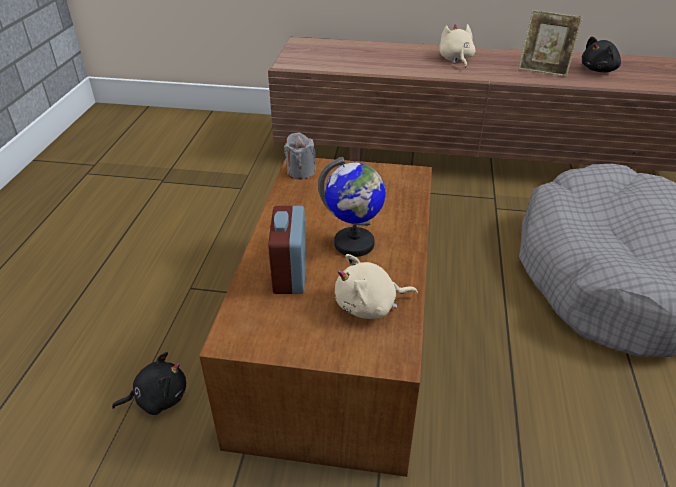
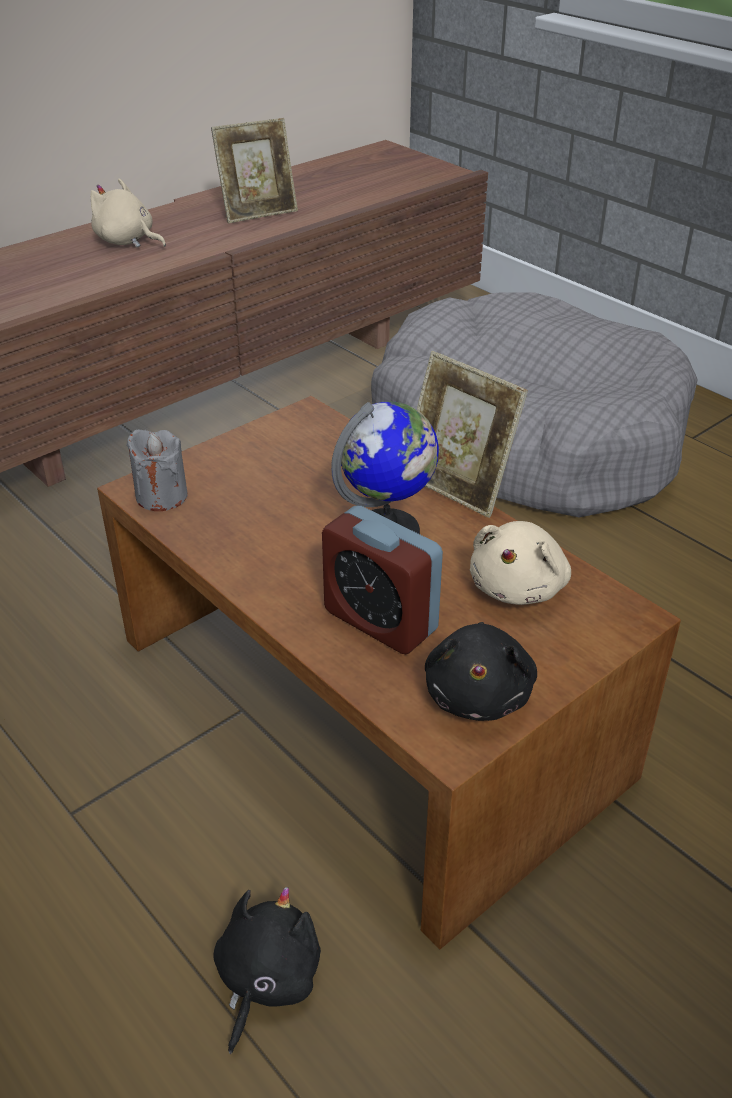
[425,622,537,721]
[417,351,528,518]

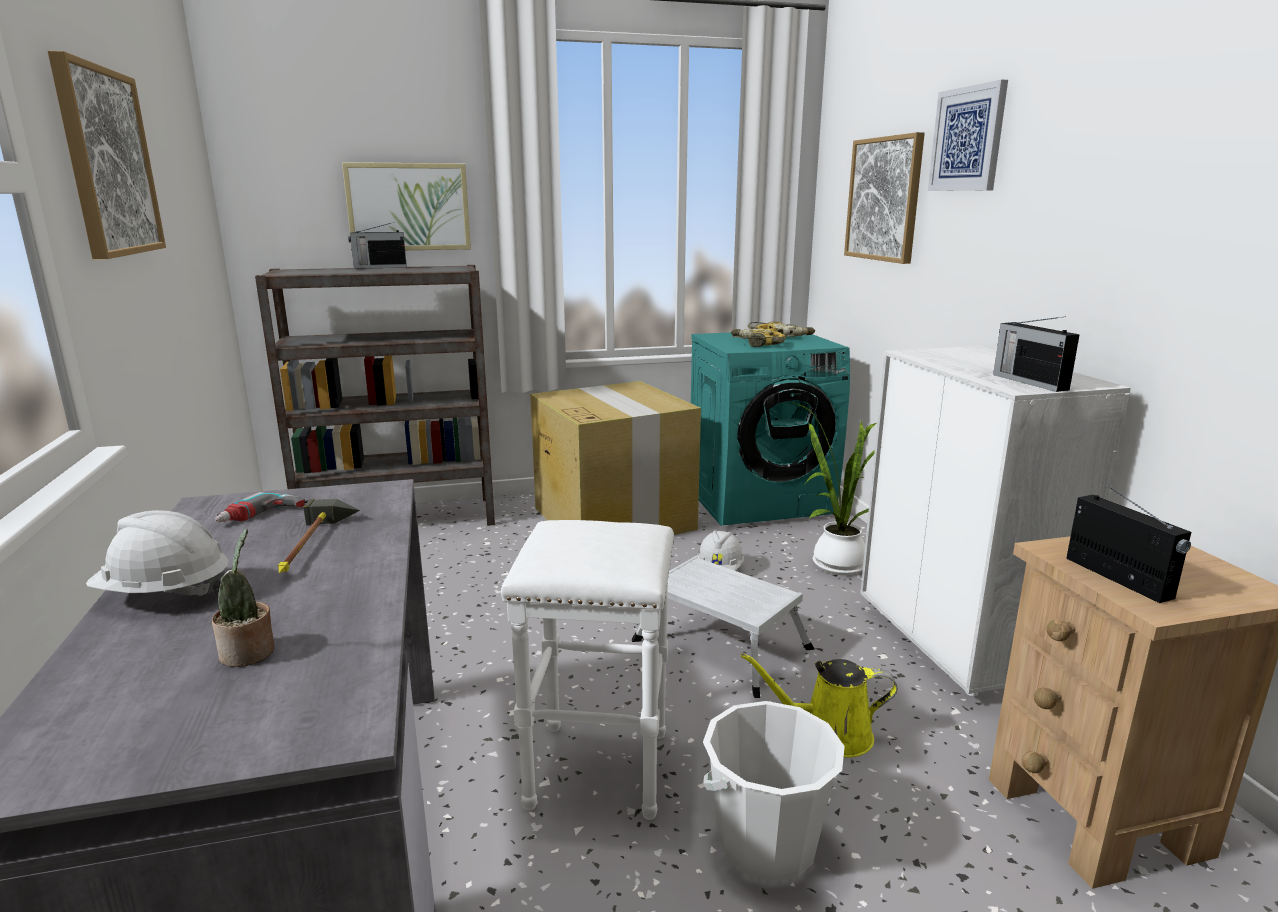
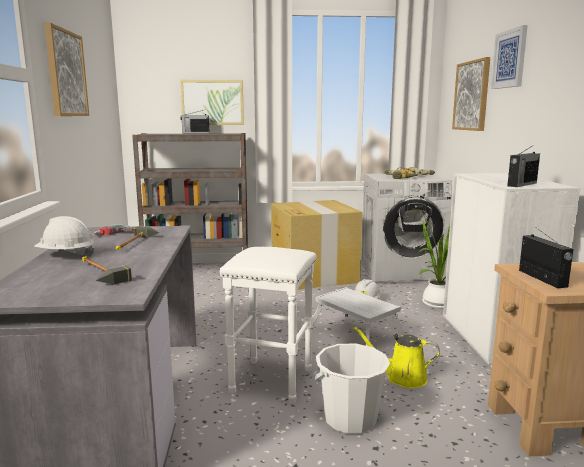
[82,256,132,285]
[361,174,452,282]
[507,145,540,187]

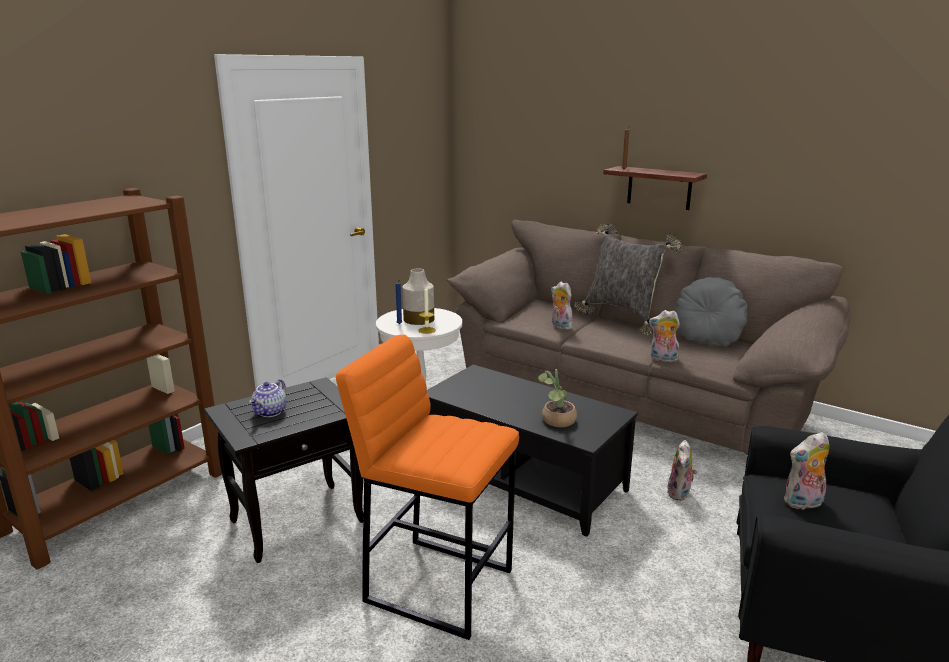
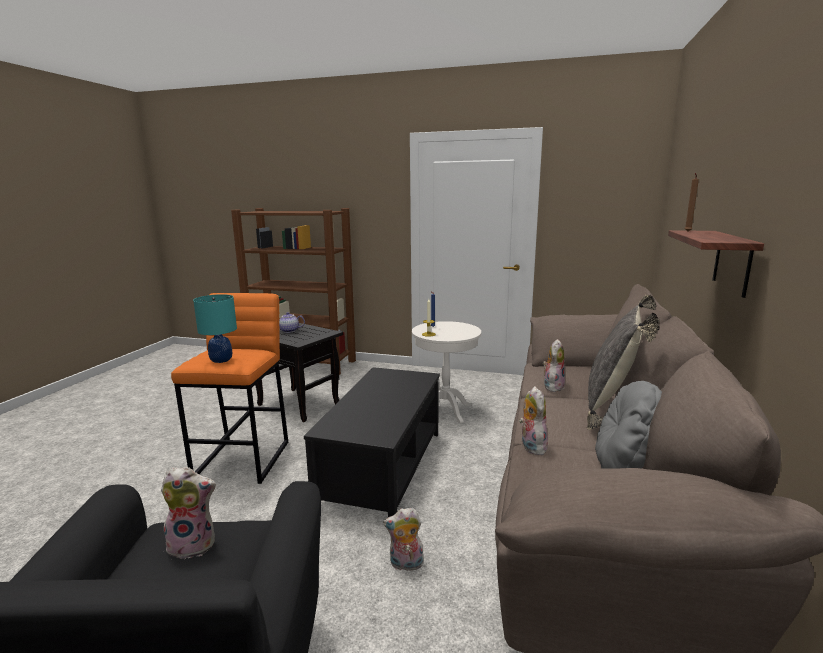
[402,268,434,325] (first image)
[538,369,577,427] (first image)
[161,467,216,559]
[193,294,237,363]

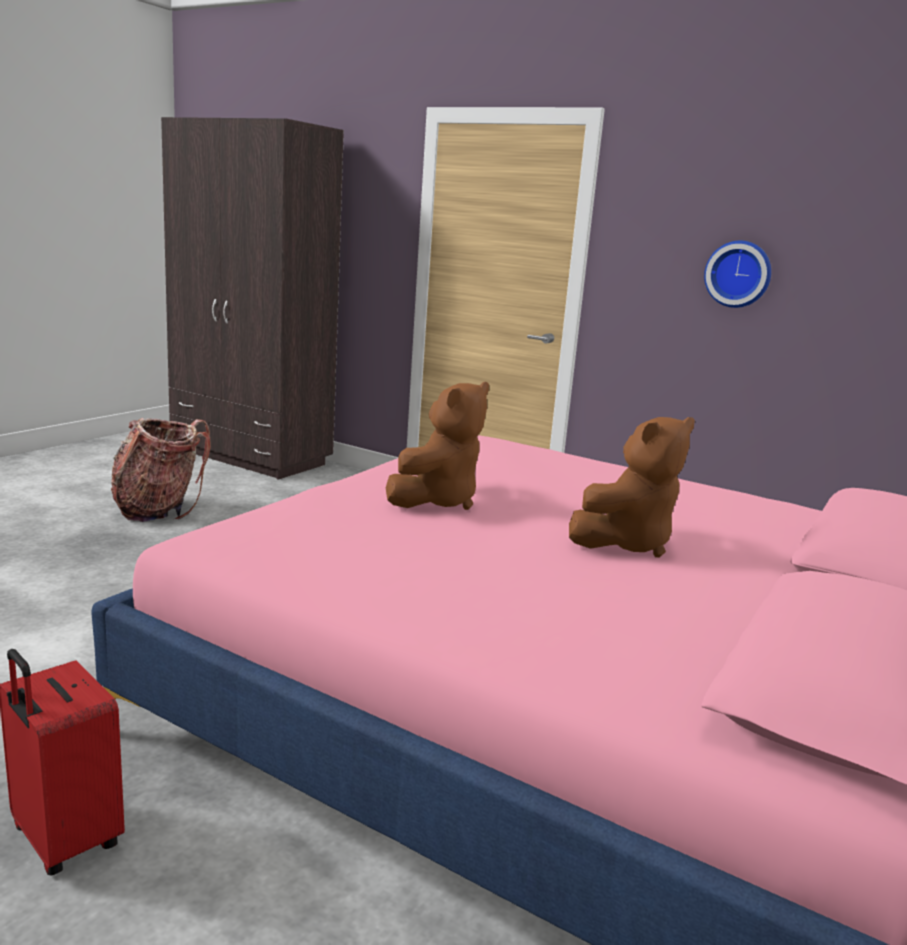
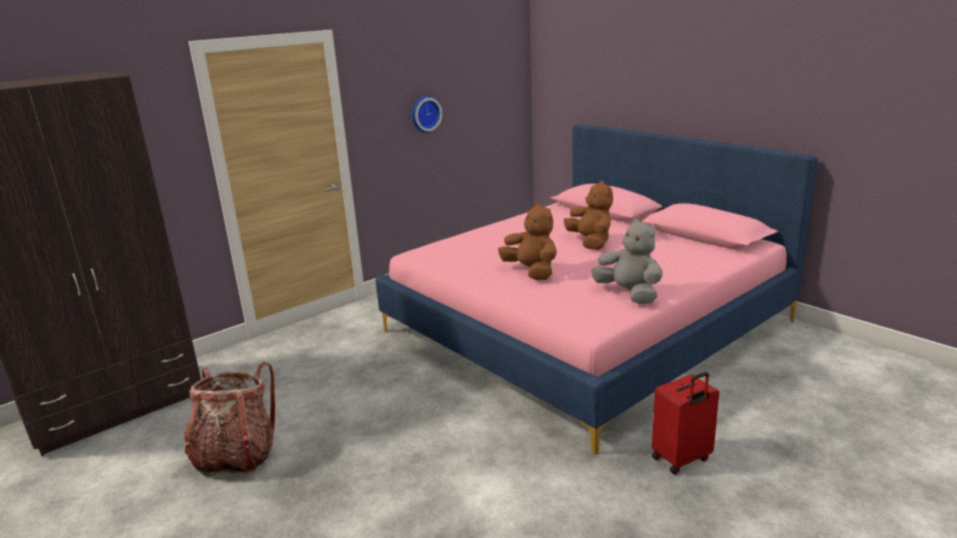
[591,218,663,304]

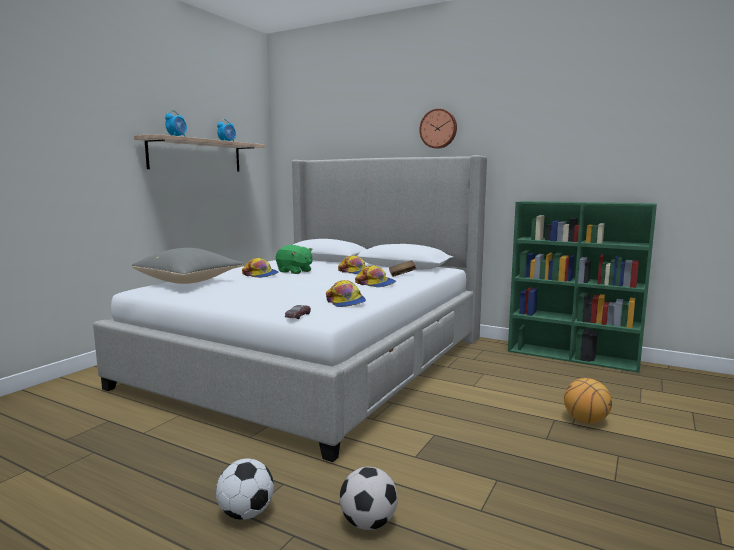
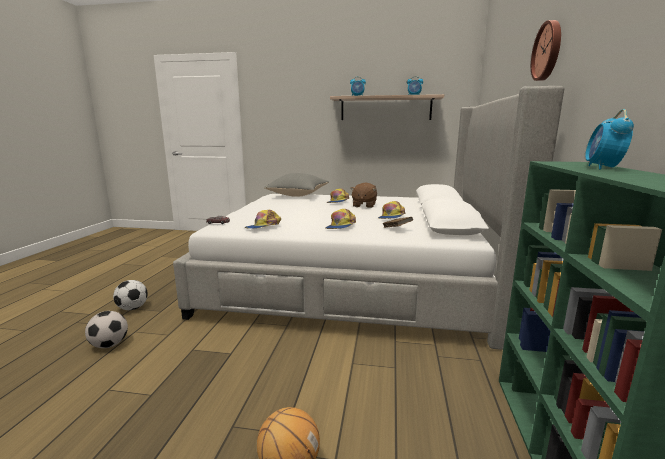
[350,183,377,208]
[585,109,634,170]

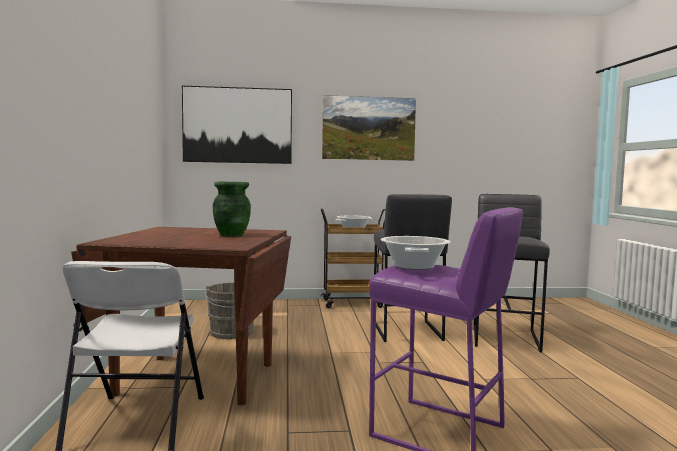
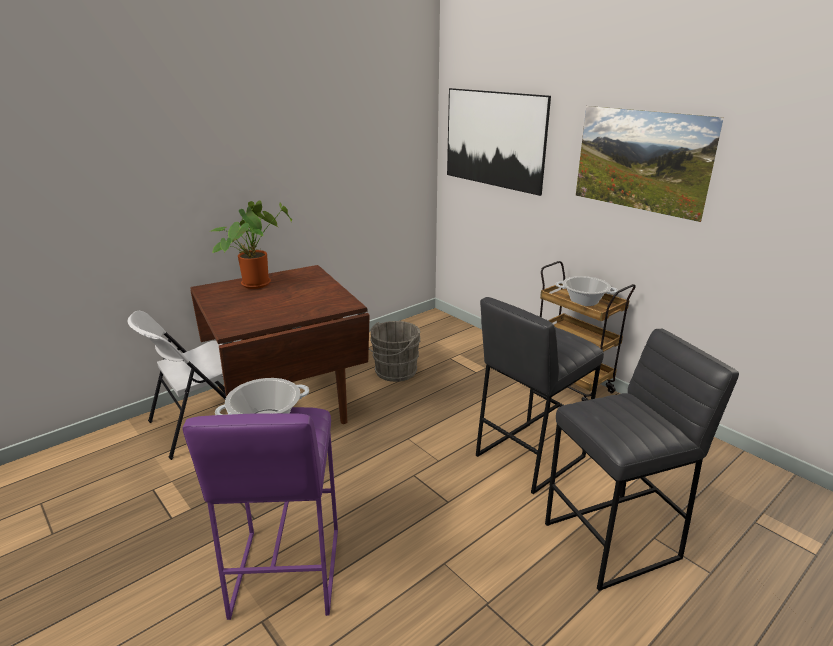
[213,182,251,237] (first image)
[211,200,292,289]

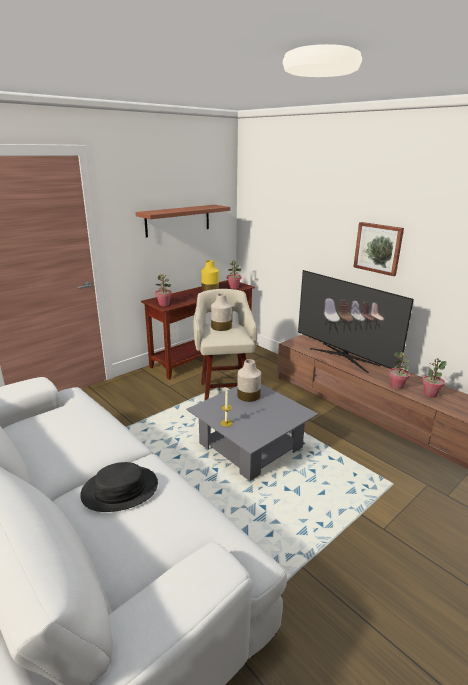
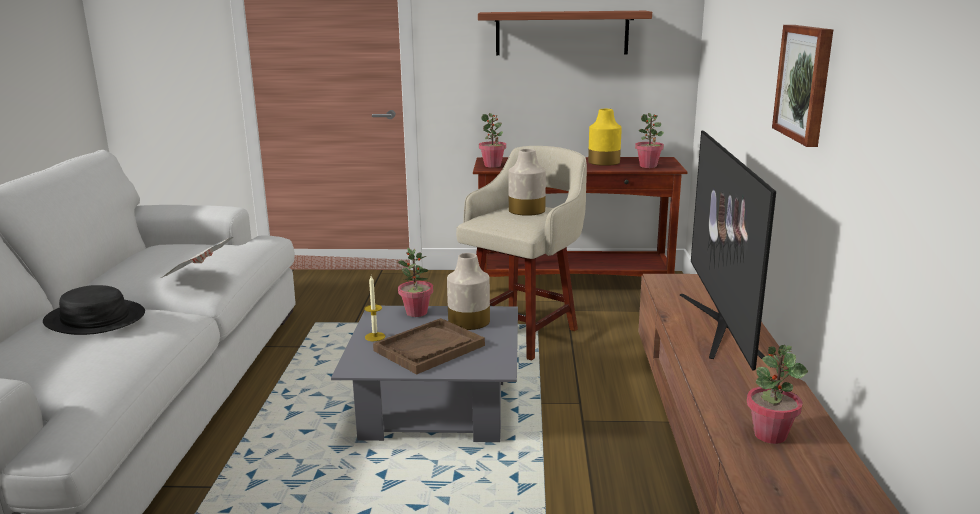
[397,248,433,317]
[161,237,233,278]
[373,318,485,375]

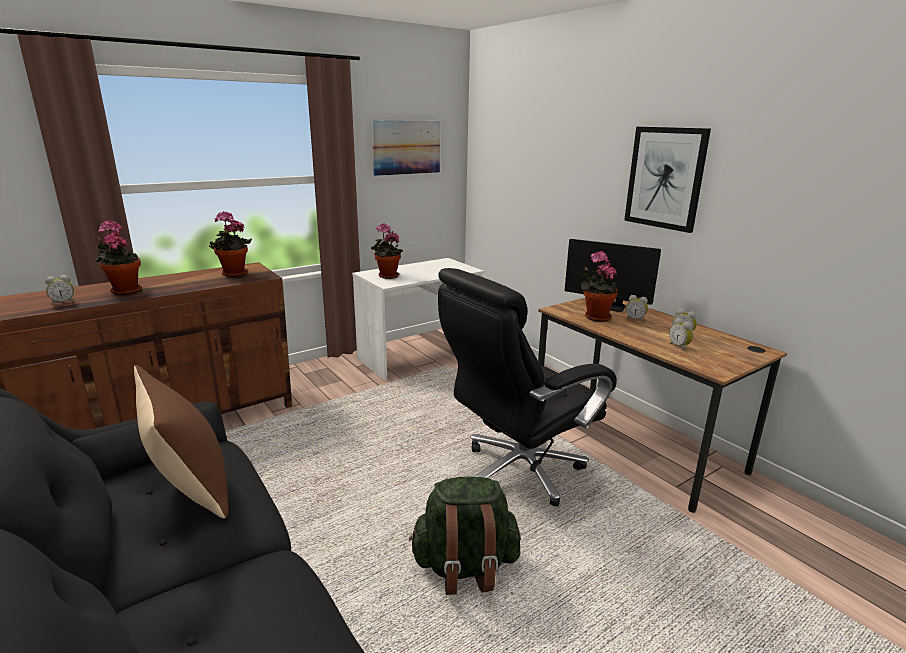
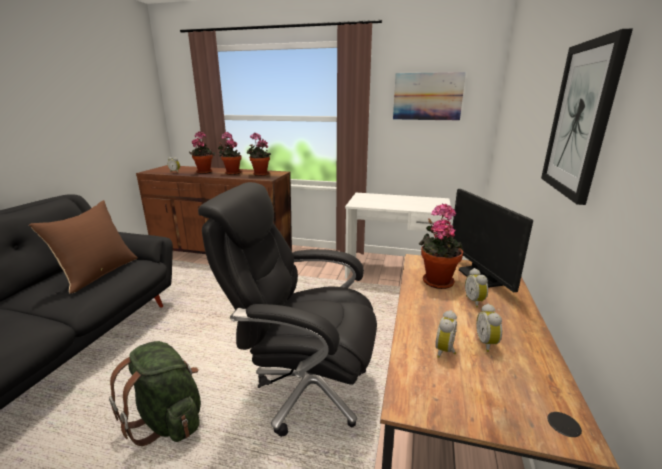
[218,132,242,175]

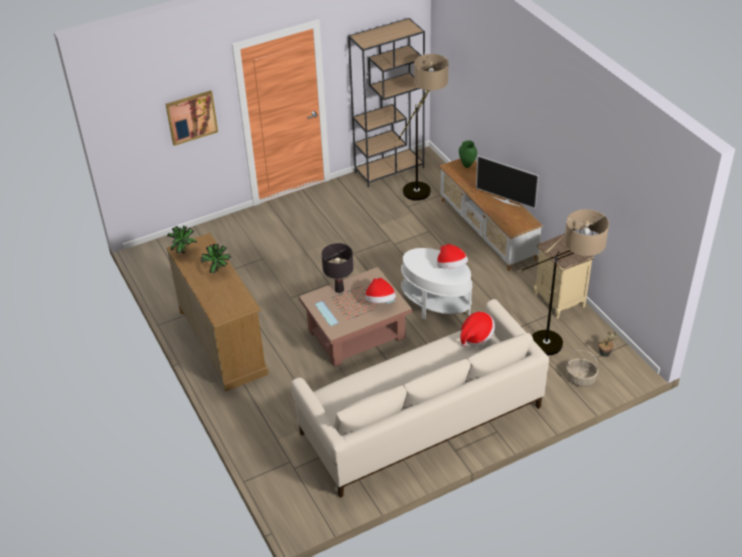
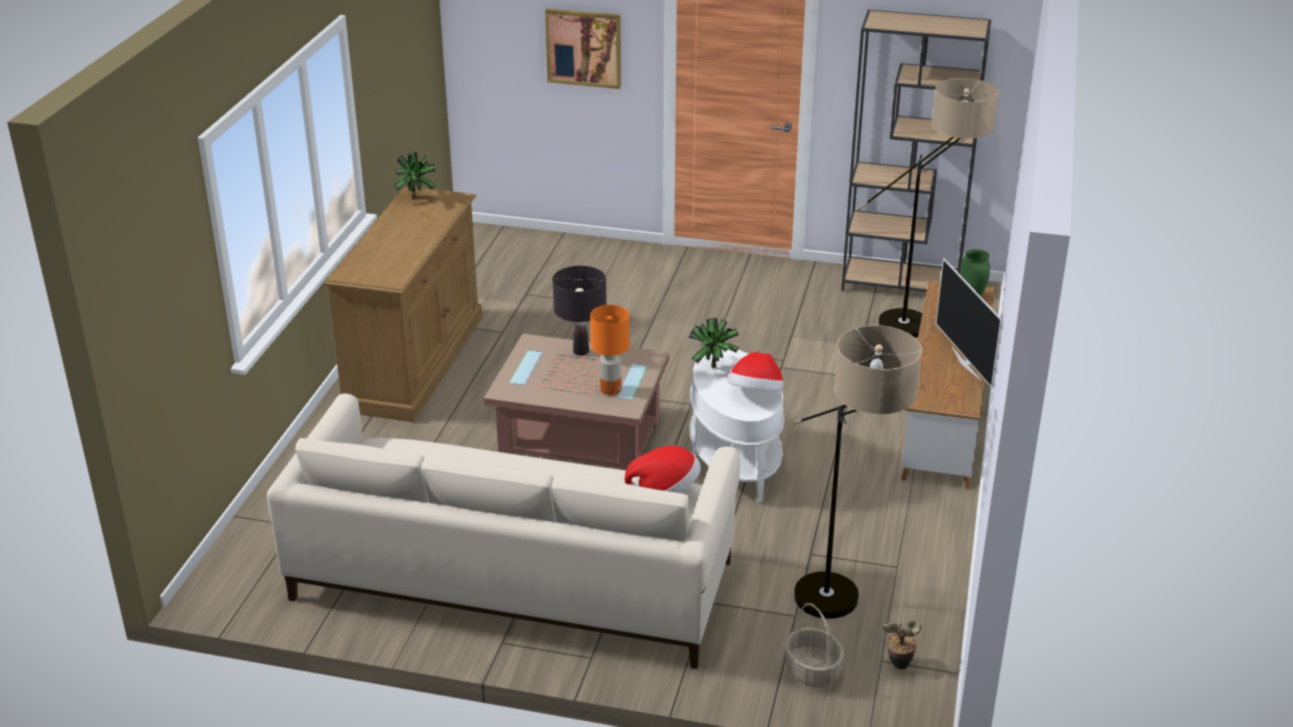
[689,318,739,368]
[590,305,629,395]
[534,233,594,319] (first image)

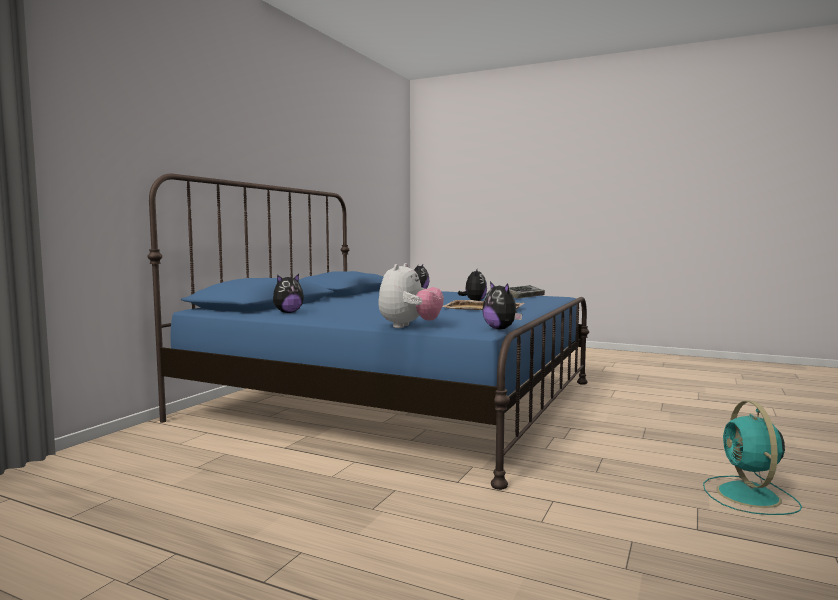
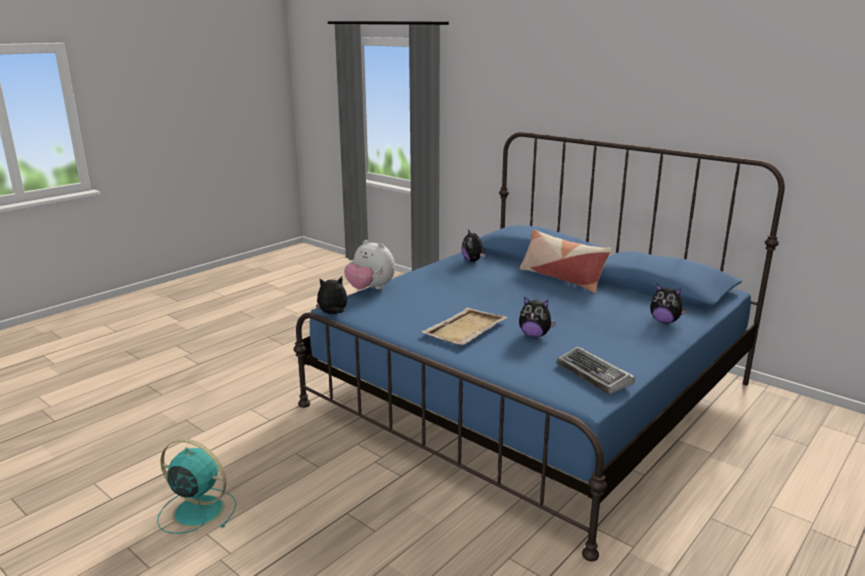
[520,229,612,293]

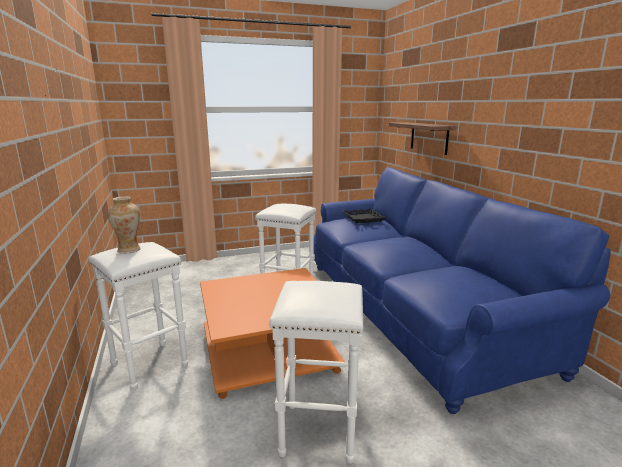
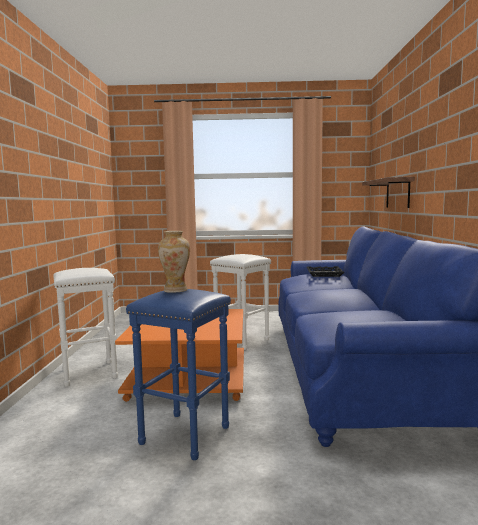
[158,231,190,293]
[126,289,231,460]

